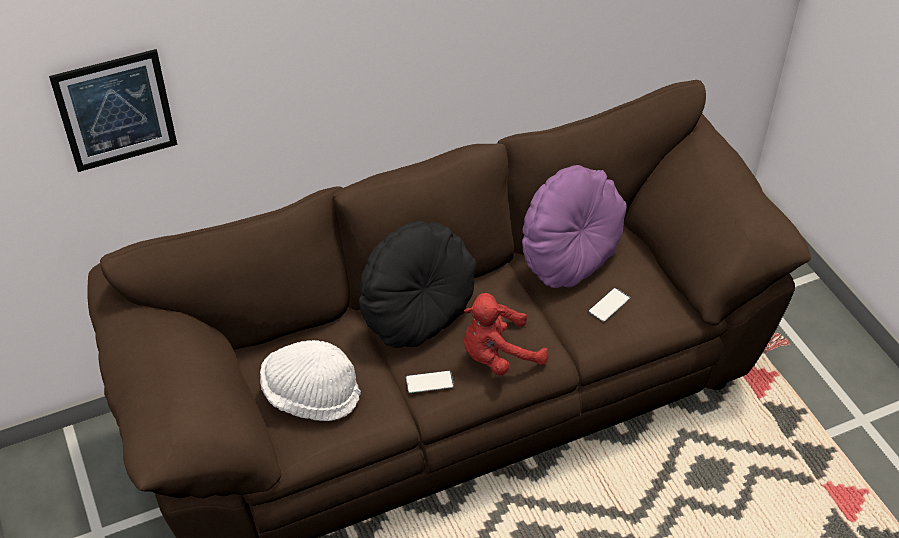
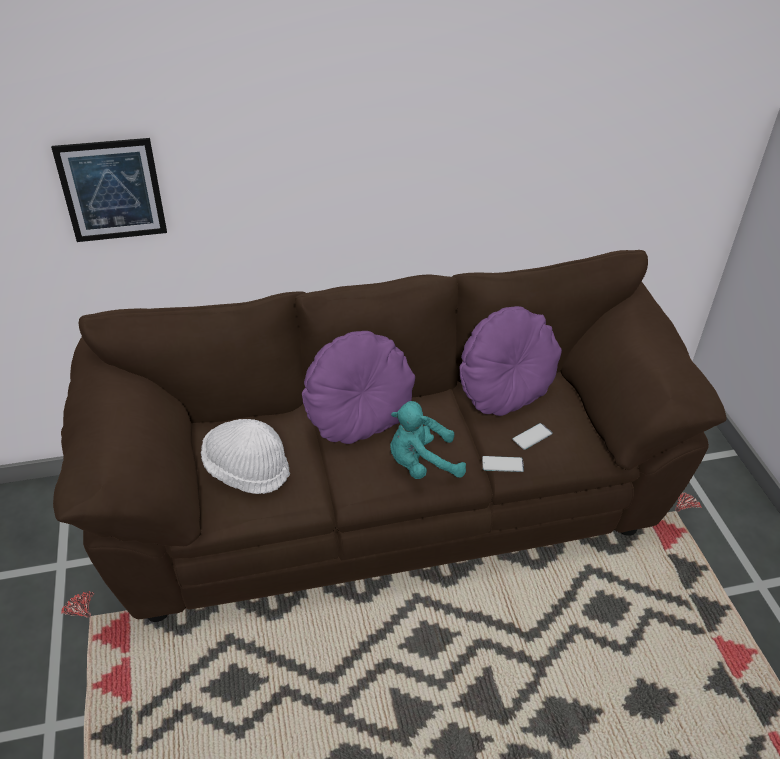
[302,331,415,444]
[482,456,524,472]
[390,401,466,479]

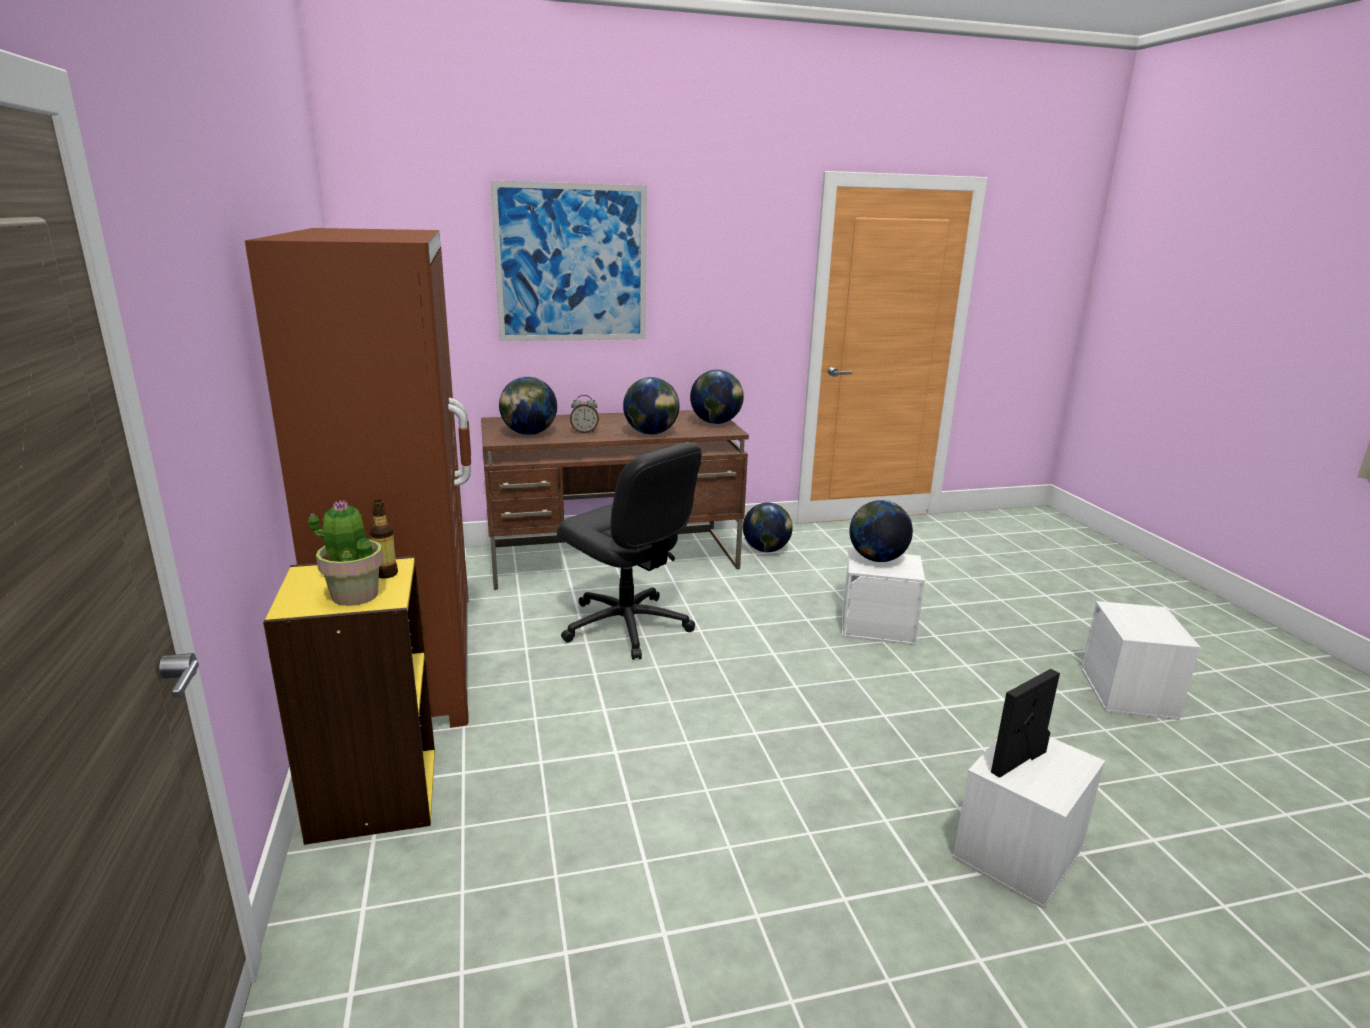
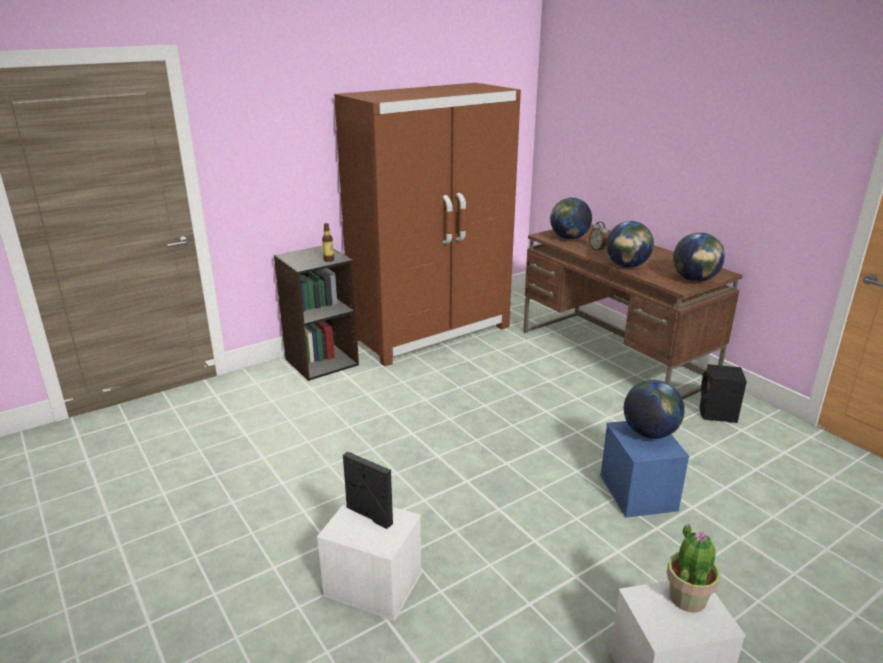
[274,245,359,381]
[667,524,721,613]
[491,181,647,341] (first image)
[557,443,702,660] (first image)
[700,364,747,423]
[600,421,690,518]

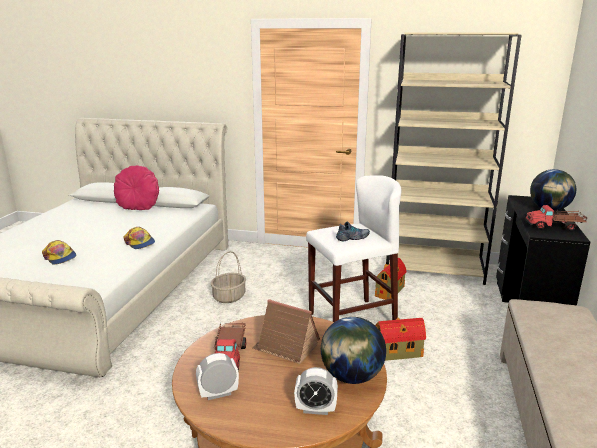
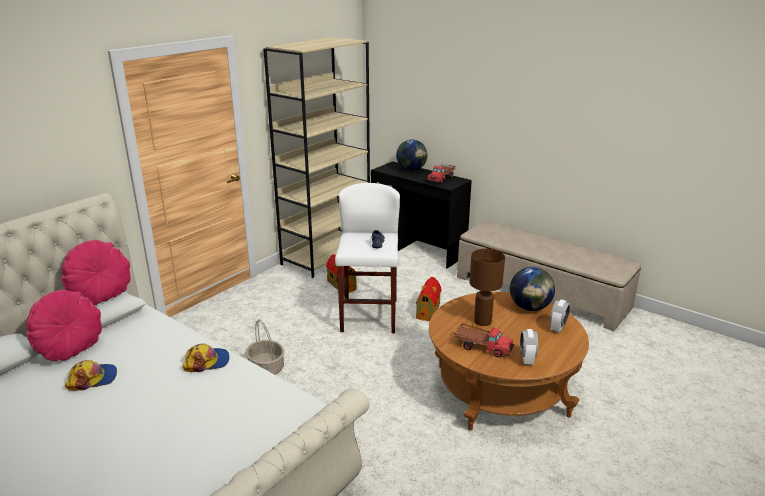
[65,360,117,391]
[470,249,505,326]
[61,240,131,305]

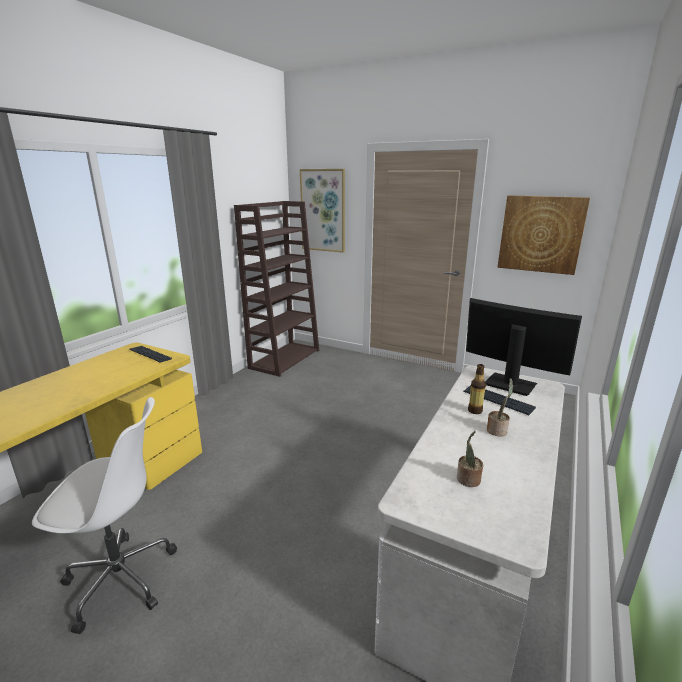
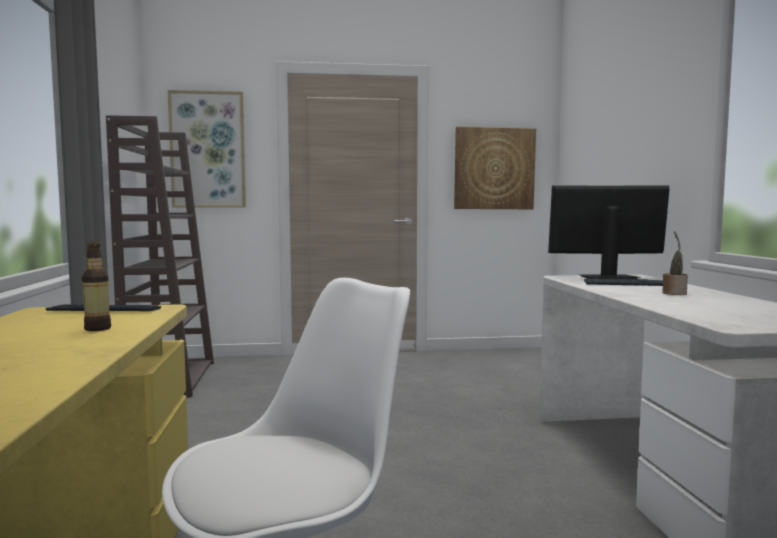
[457,431,483,487] (first image)
[82,242,111,331]

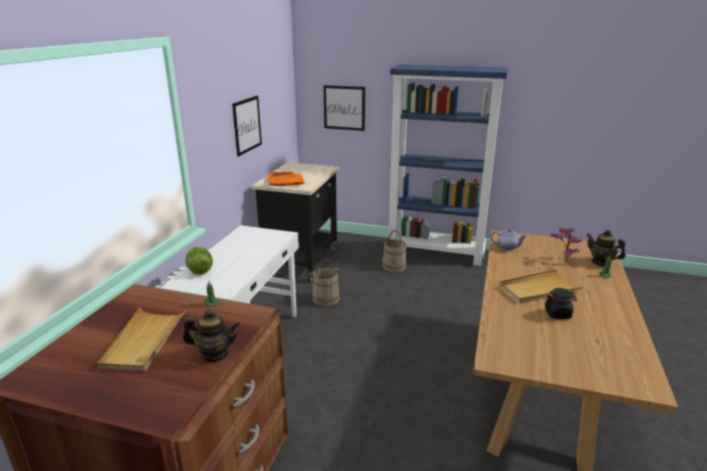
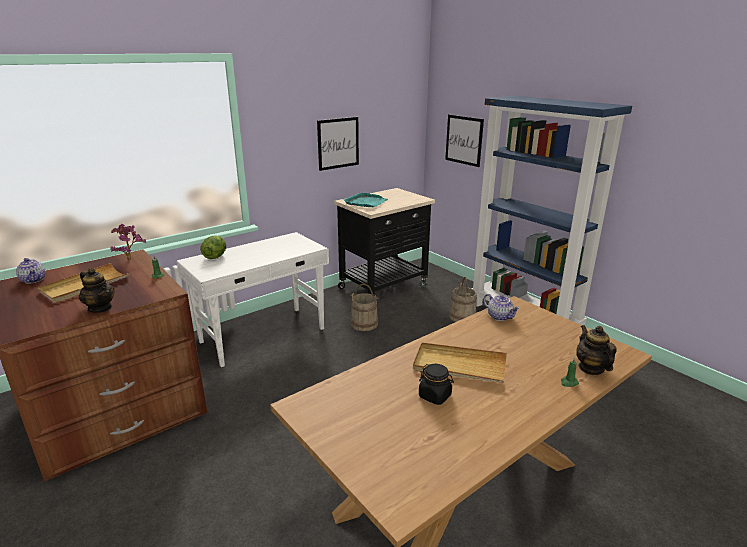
[344,193,388,207]
[110,224,146,260]
[16,258,46,284]

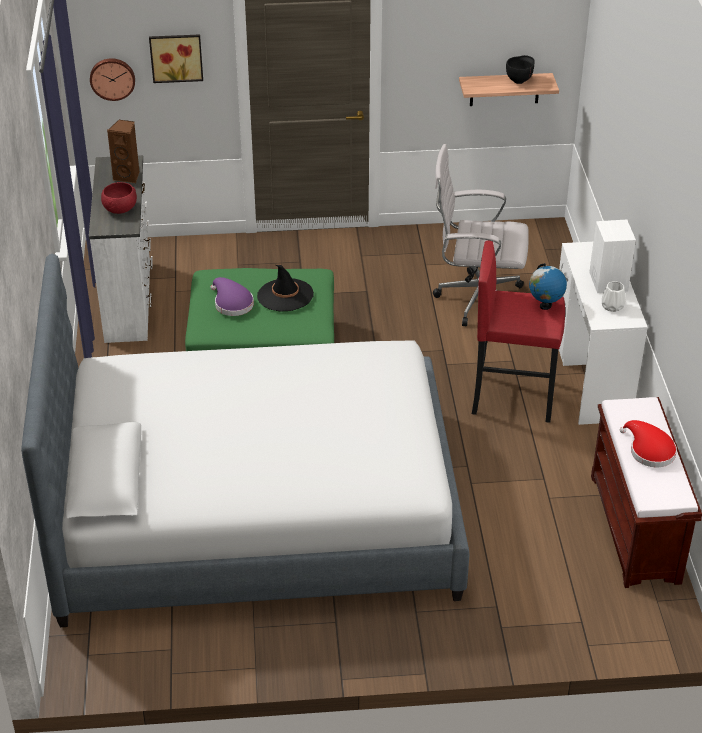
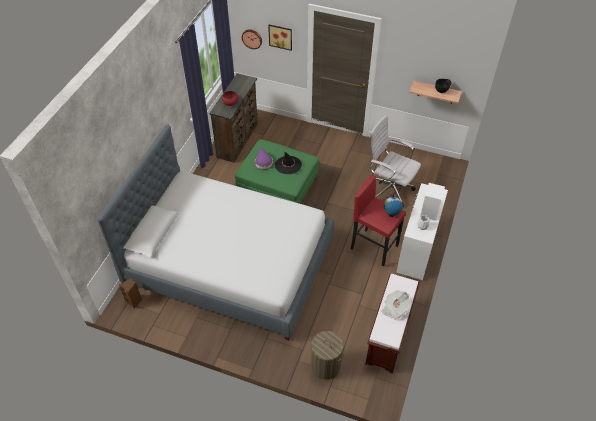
[209,73,258,163]
[119,278,142,309]
[382,290,411,320]
[311,331,344,380]

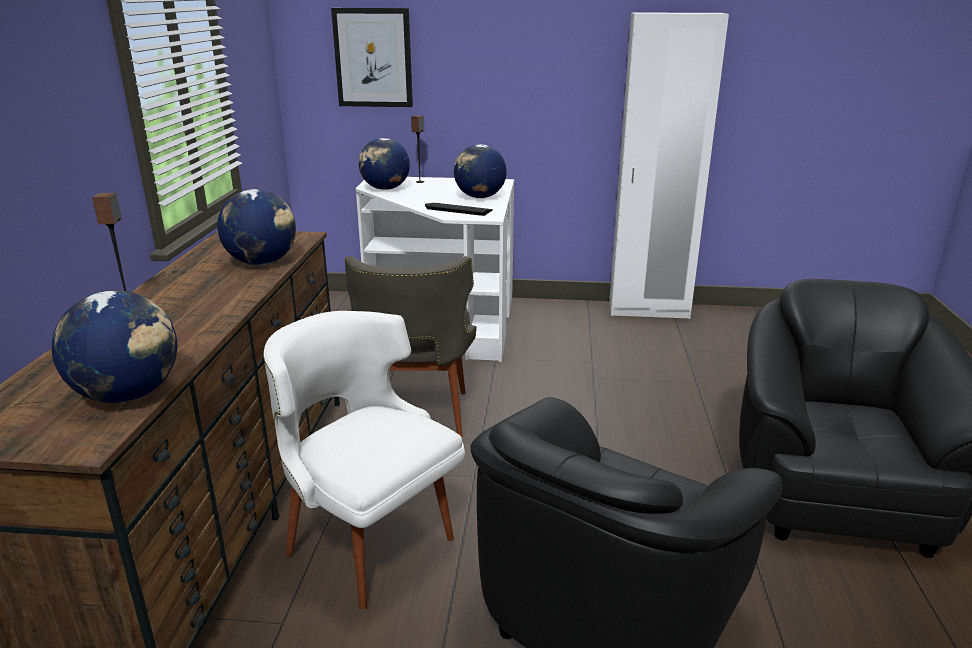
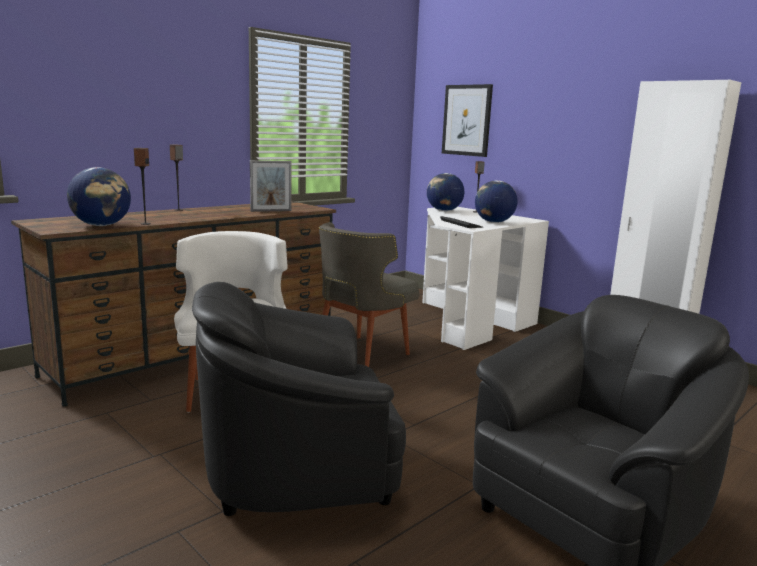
[250,160,292,212]
[134,148,151,225]

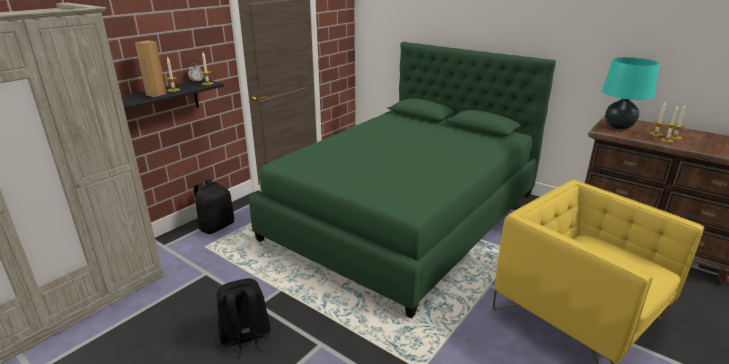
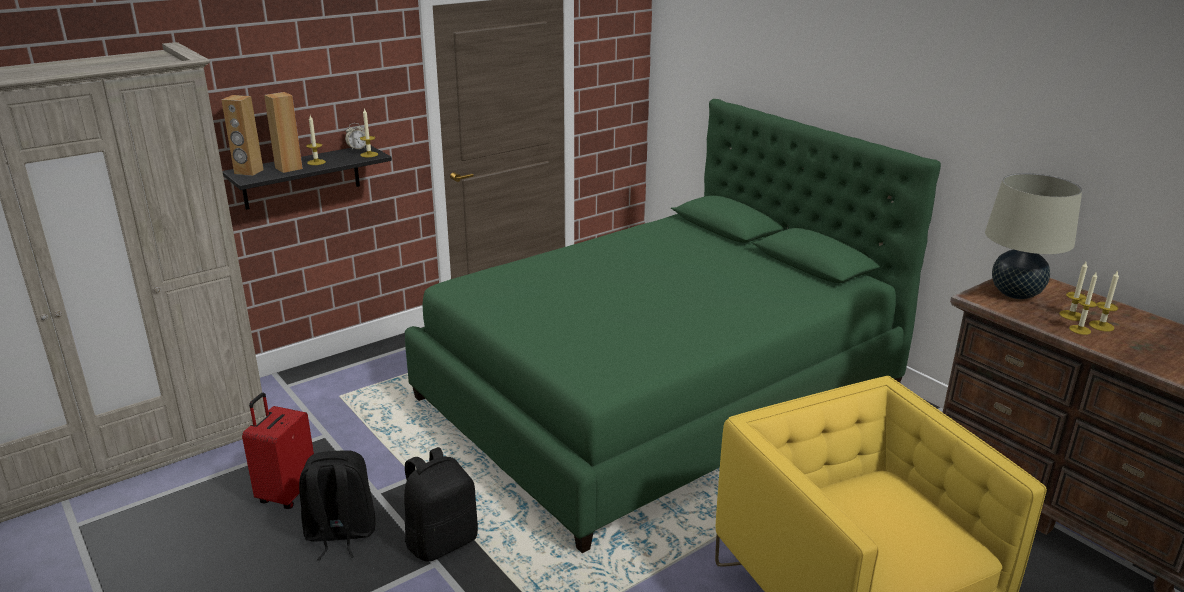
[404,447,478,562]
[985,173,1082,299]
[221,95,264,176]
[242,393,314,509]

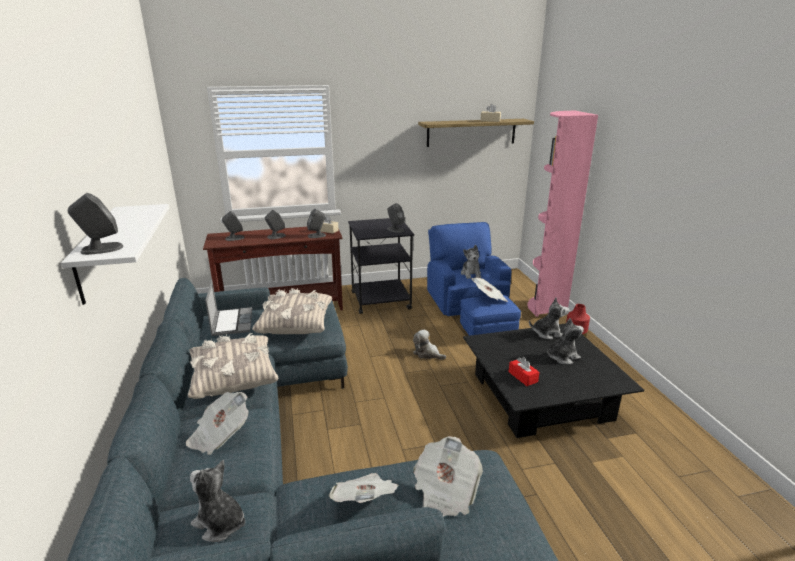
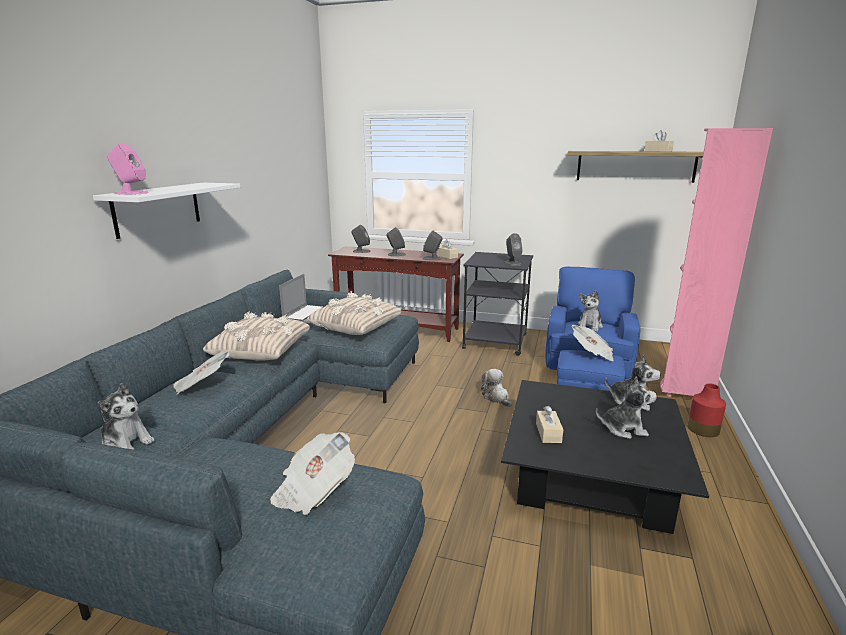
[107,143,149,194]
[98,383,155,450]
[328,473,399,503] (first image)
[536,406,563,443]

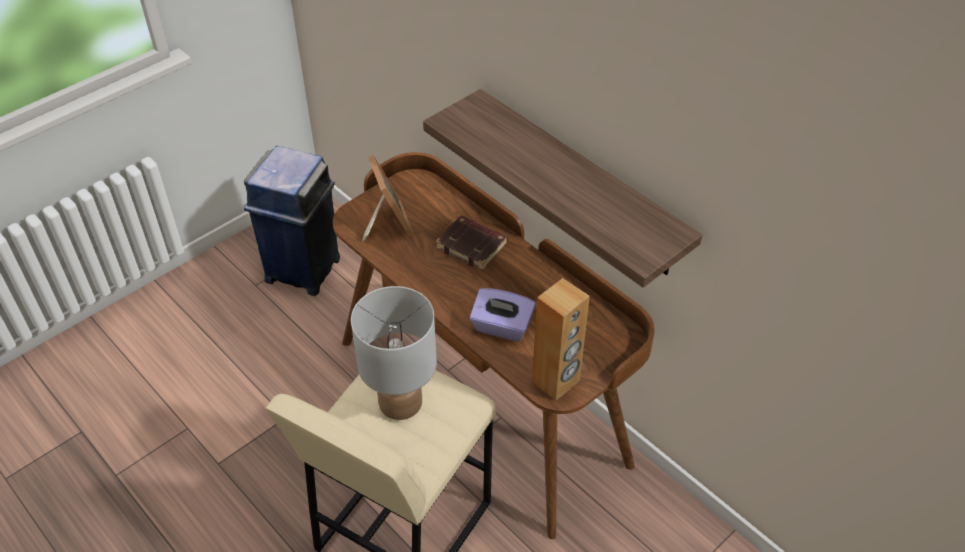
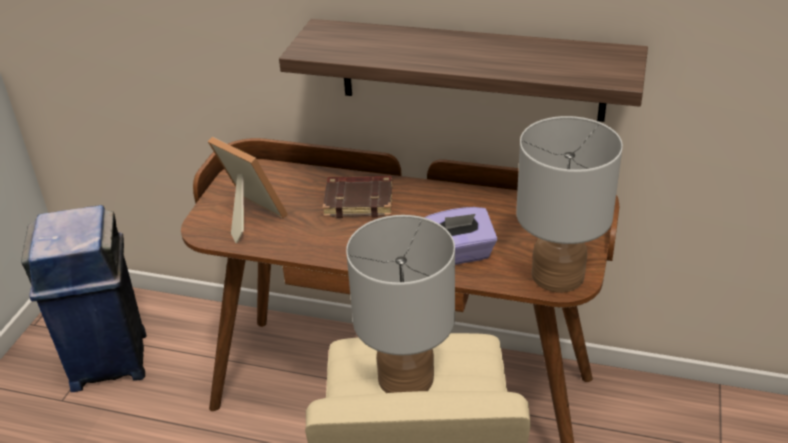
[516,116,623,293]

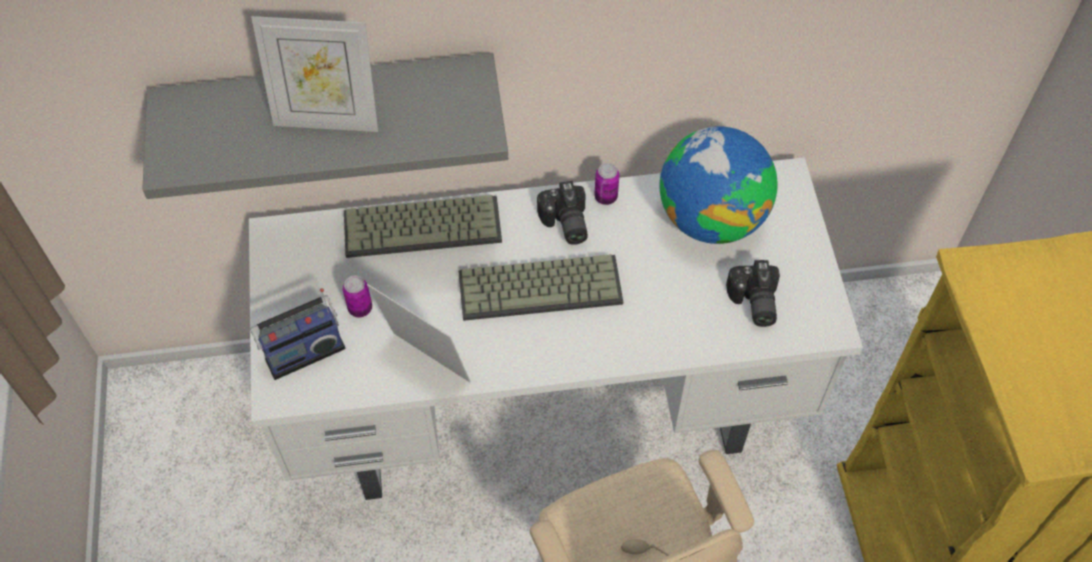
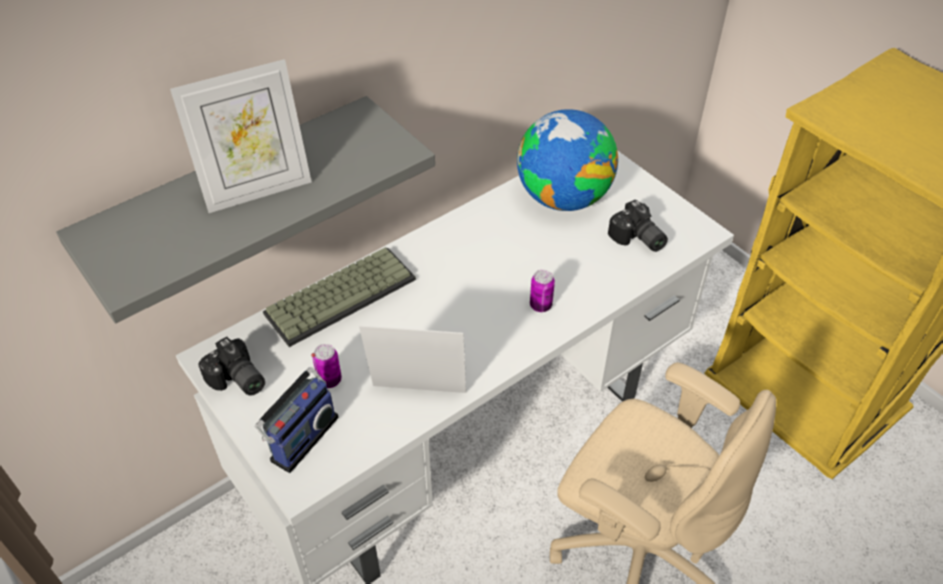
[458,254,623,321] (first image)
[198,336,265,396]
[530,270,555,312]

